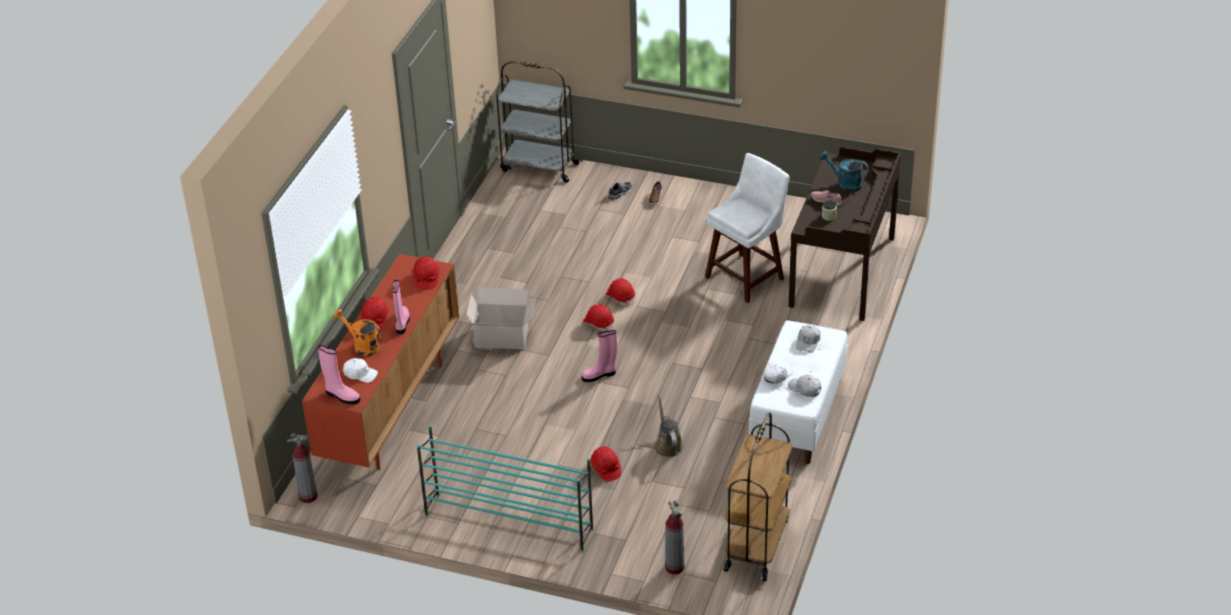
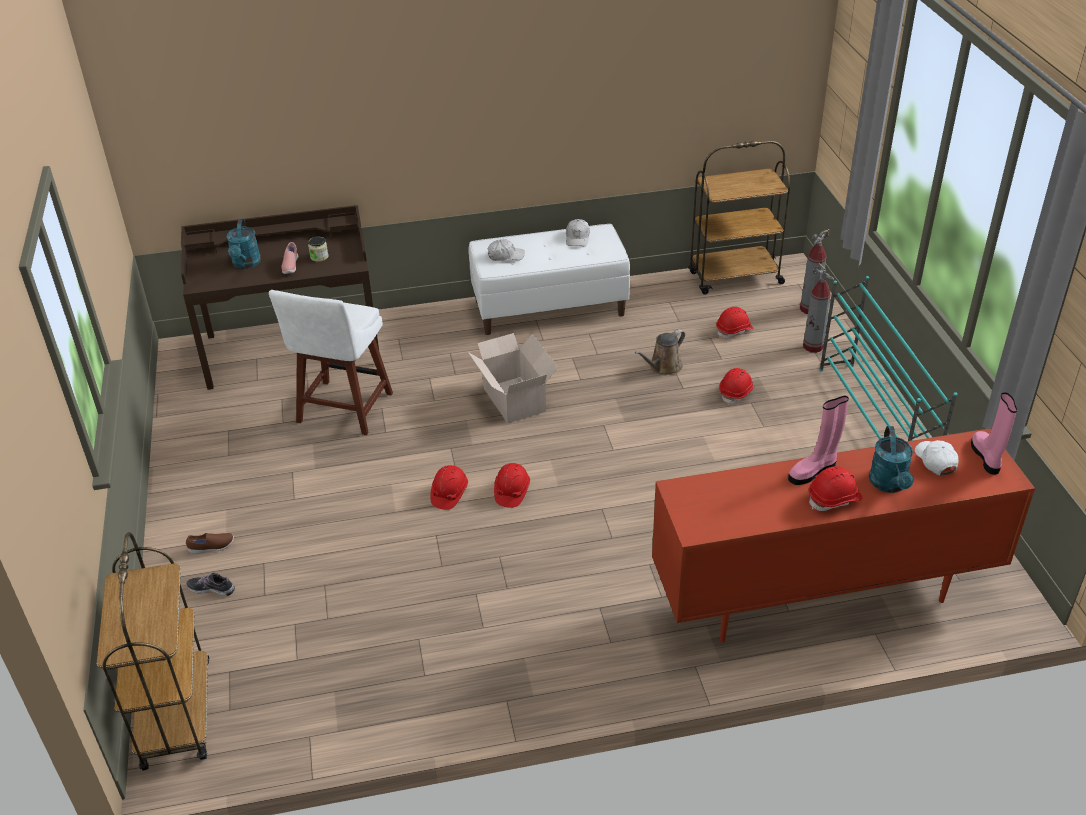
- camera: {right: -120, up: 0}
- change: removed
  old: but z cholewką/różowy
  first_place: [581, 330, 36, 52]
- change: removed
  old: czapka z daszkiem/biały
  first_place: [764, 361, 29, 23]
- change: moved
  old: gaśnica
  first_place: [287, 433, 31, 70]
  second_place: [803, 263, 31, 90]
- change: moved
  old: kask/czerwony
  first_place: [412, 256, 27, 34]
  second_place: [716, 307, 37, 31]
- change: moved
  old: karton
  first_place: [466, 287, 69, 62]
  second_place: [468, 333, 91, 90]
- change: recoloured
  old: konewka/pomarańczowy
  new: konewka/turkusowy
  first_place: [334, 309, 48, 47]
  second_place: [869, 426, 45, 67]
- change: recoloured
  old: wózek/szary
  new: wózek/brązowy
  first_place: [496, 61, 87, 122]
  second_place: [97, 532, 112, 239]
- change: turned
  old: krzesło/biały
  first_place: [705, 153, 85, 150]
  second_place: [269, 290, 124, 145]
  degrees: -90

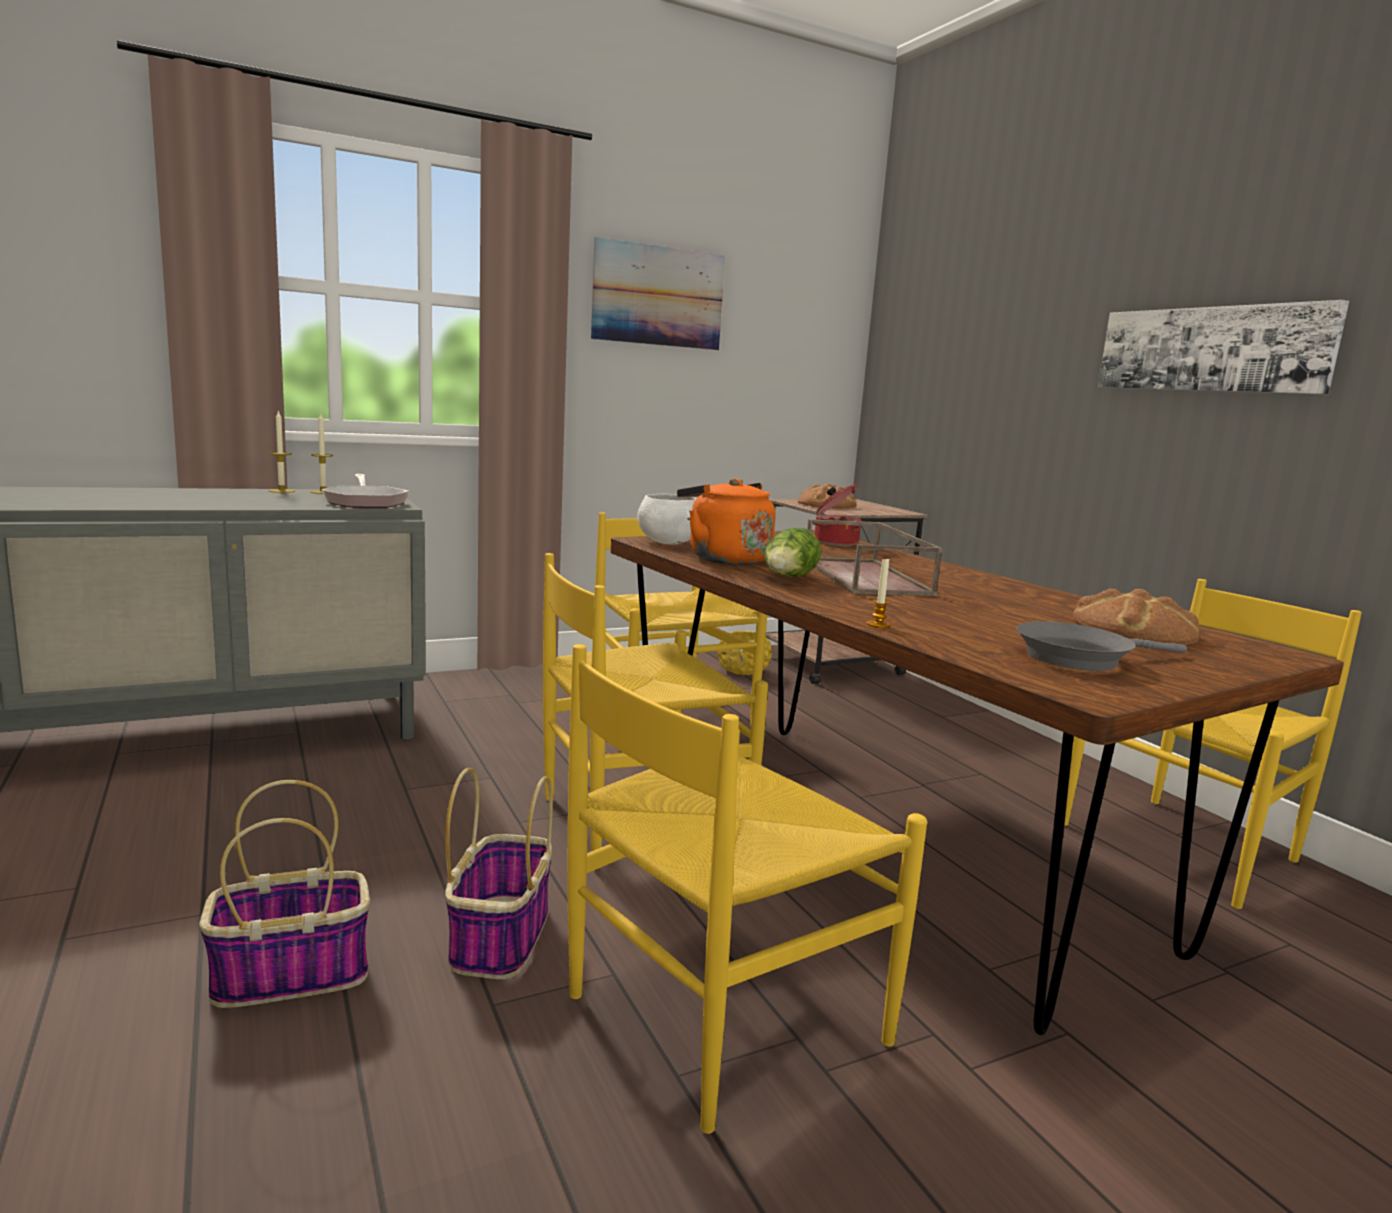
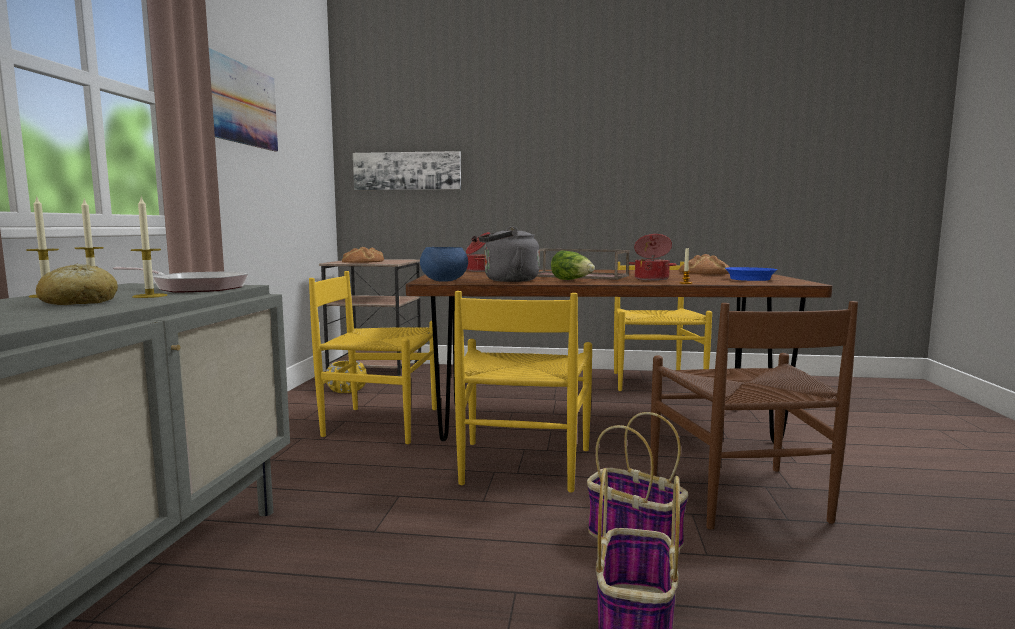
- camera: {right: -55, up: -5}
- change: added
  new: chleb
  second_place: [36, 264, 82, 41]
- change: added
  new: świeca
  second_place: [131, 197, 36, 101]
- change: added
  new: garnek
  second_place: [629, 234, 48, 46]
- change: moved
  old: obraz
  first_place: [1098, 300, 251, 95]
  second_place: [353, 151, 108, 39]
- change: recoloured
  old: krzesło/żółty
  new: krzesło/brązowy
  first_place: [568, 644, 359, 490]
  second_place: [650, 301, 208, 229]
- change: recoloured
  old: miska/biały
  new: miska/niebieski
  first_place: [637, 494, 59, 51]
  second_place: [420, 247, 48, 35]
- change: recoloured
  old: czajnik/pomarańczowy
  new: czajnik/szary
  first_place: [677, 478, 99, 87]
  second_place: [479, 226, 60, 56]
- change: recoloured
  old: patelnia/szary
  new: patelnia/niebieski
  first_place: [1017, 621, 170, 50]
  second_place: [725, 267, 52, 14]

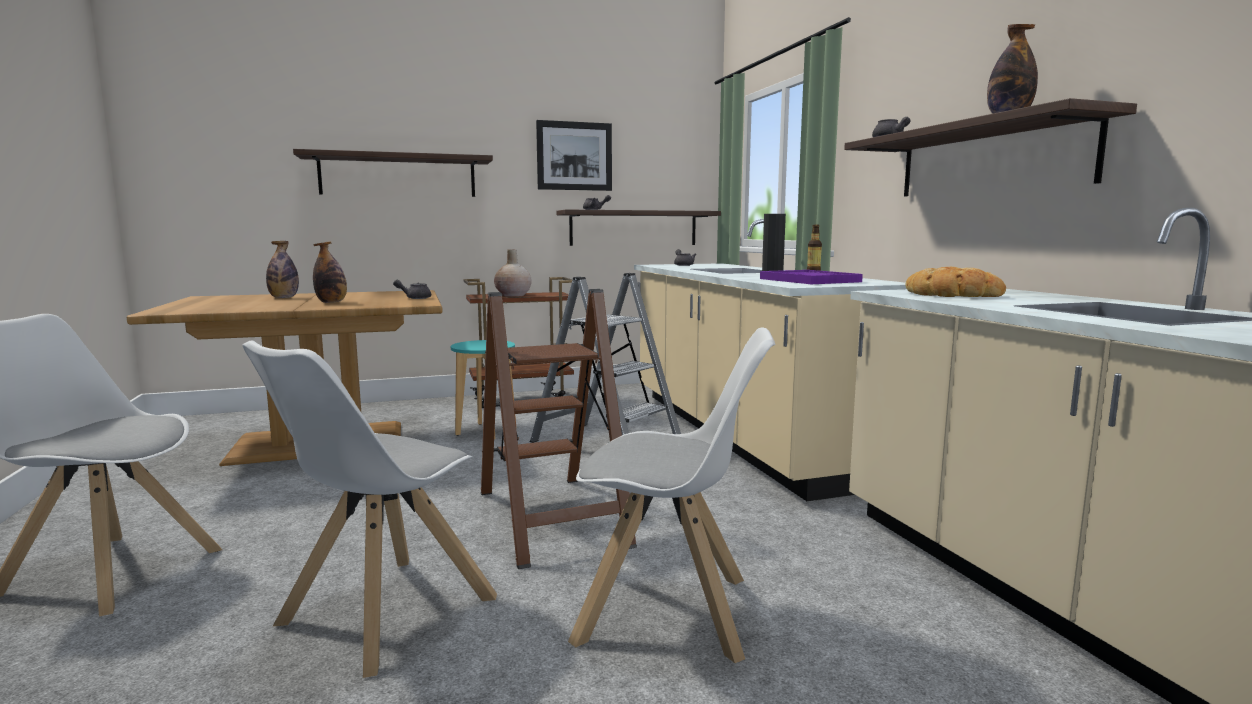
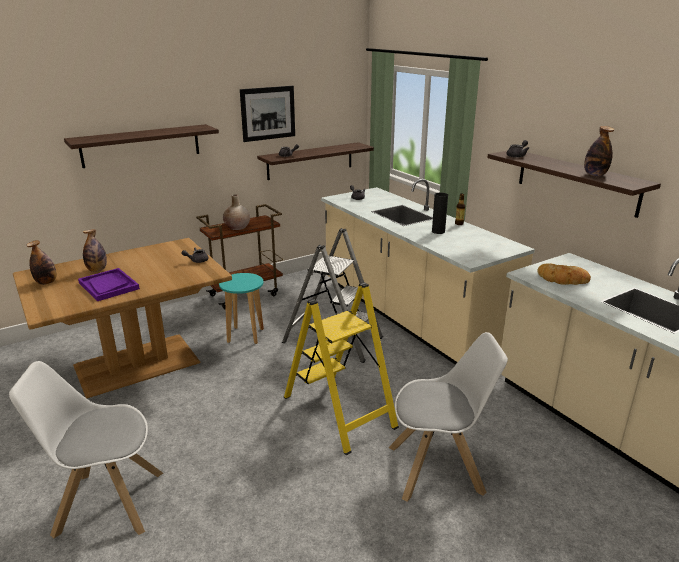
- camera: {right: -15, up: 15}
- change: removed
  old: krzesło
  first_place: [242, 340, 255, 338]
- change: moved
  old: butelka
  first_place: [313, 241, 34, 62]
  second_place: [27, 240, 30, 45]
- change: moved
  old: taca/fioletowy
  first_place: [760, 270, 103, 14]
  second_place: [78, 268, 62, 33]
- change: recoloured
  old: drabinka/brązowy
  new: drabinka/żółty
  first_place: [481, 289, 156, 280]
  second_place: [284, 282, 115, 173]

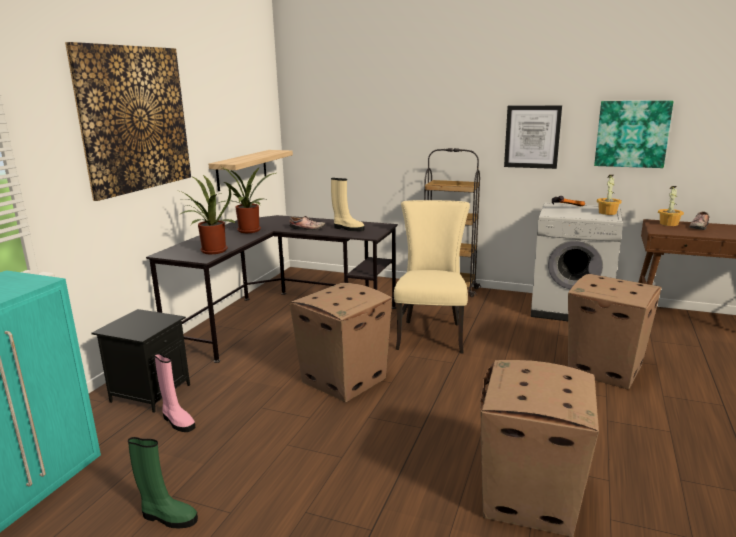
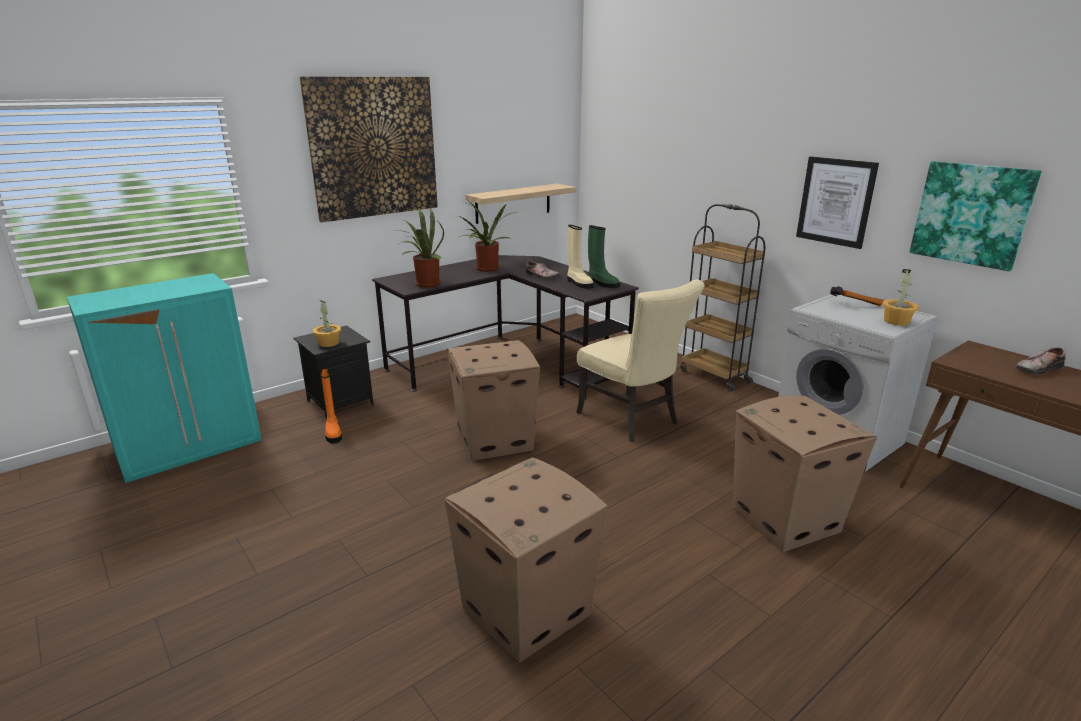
- camera: {right: 30, up: 5}
- change: moved
  old: but z cholewką/zielony
  first_place: [128, 437, 70, 91]
  second_place: [588, 225, 32, 63]
- change: moved
  old: roślina doniczkowa
  first_place: [658, 186, 26, 40]
  second_place: [313, 300, 28, 47]
- change: recoloured
  old: but z cholewką/różowy
  new: but z cholewką/pomarańczowy
  first_place: [154, 353, 41, 79]
  second_place: [321, 368, 21, 75]
- change: turned
  old: krzesło/beżowy
  first_place: [394, 200, 76, 153]
  second_place: [576, 279, 129, 163]
  degrees: 105

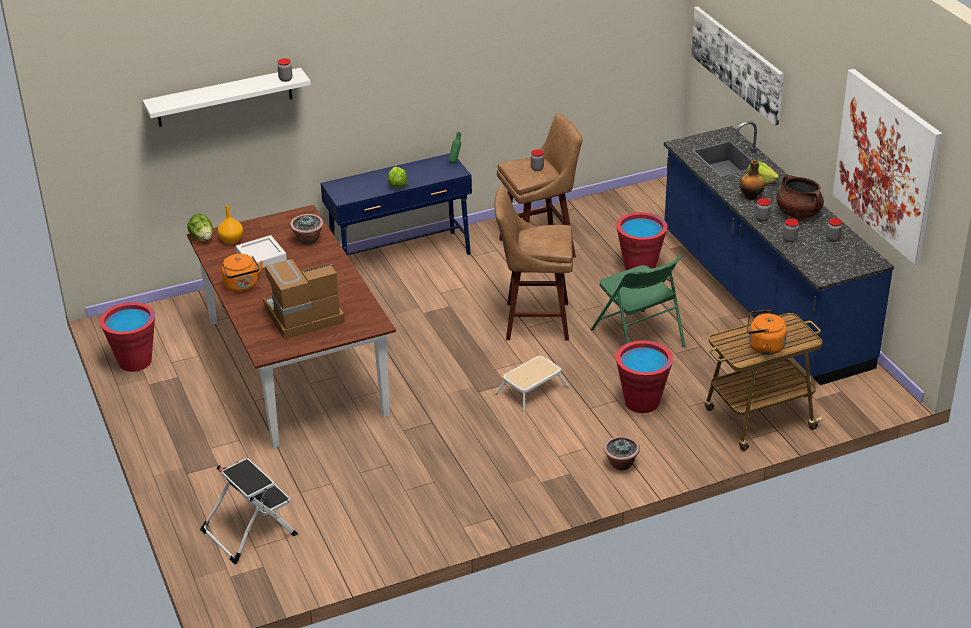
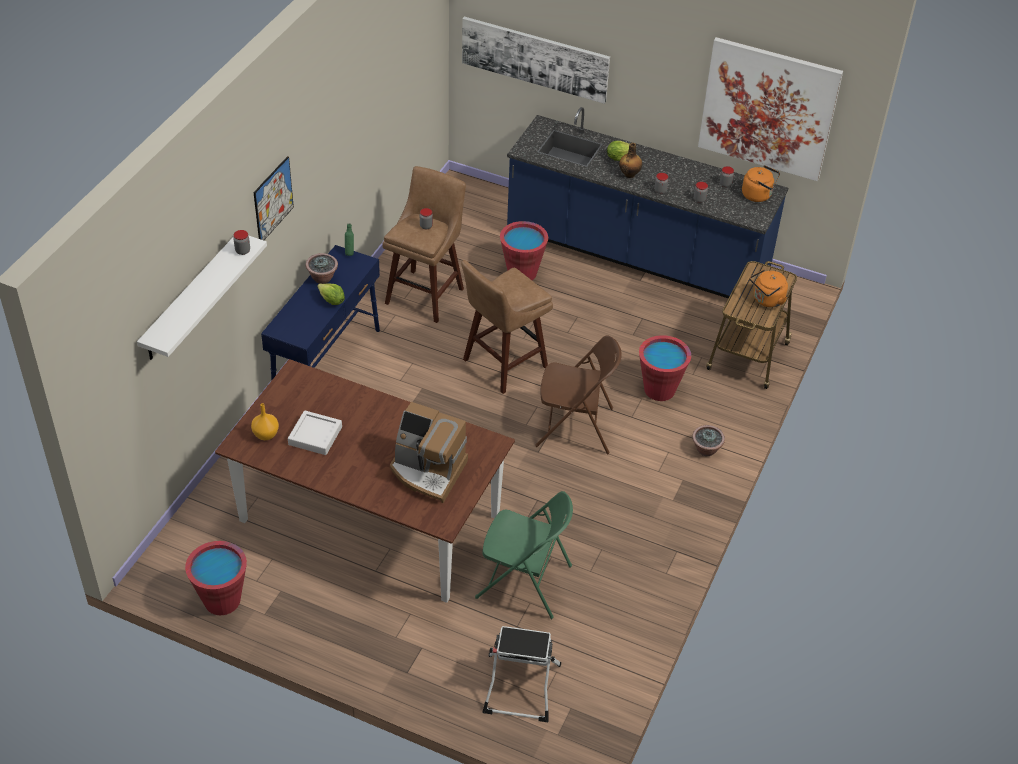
- camera: {right: -45, up: 10}
- change: removed
  old: sałata
  first_place: [187, 214, 26, 27]
- change: removed
  old: garnek/brązowy
  first_place: [777, 175, 47, 43]
- change: added
  new: obraz
  second_place: [253, 156, 41, 84]
- change: moved
  old: czajnik/pomarańczowy
  first_place: [221, 254, 42, 39]
  second_place: [742, 165, 38, 37]
- change: moved
  old: roślina doniczkowa
  first_place: [290, 214, 33, 31]
  second_place: [306, 253, 32, 31]
- change: moved
  old: krzesło/zielony
  first_place: [590, 254, 96, 93]
  second_place: [475, 491, 98, 129]
- change: replaced
  old: drabinka/beżowy
  new: krzesło/brązowy
  first_place: [494, 356, 76, 58]
  second_place: [535, 335, 87, 119]
- change: turned
  old: ekspres do kawy
  first_place: [263, 259, 82, 80]
  second_place: [390, 402, 78, 101]
  degrees: -90

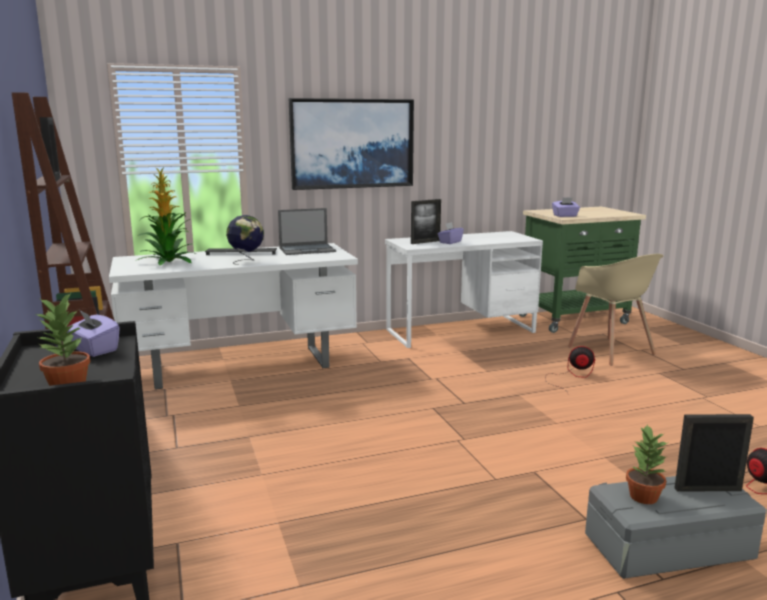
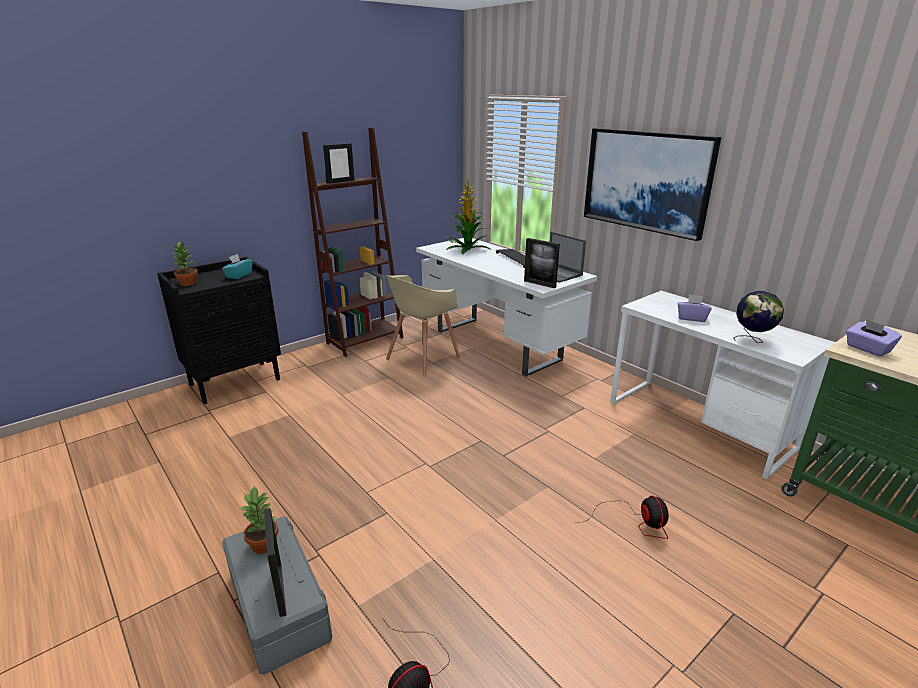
- camera: {right: 70, up: 10}
- change: moved
  old: globus
  first_place: [226, 215, 38, 50]
  second_place: [733, 291, 51, 52]
- change: moved
  old: ramka na zdjęcie
  first_place: [411, 199, 30, 45]
  second_place: [524, 238, 36, 50]
- change: moved
  old: krzesło/beżowy
  first_place: [568, 254, 96, 112]
  second_place: [384, 275, 76, 102]
- change: recoloured
  old: pudełko chusteczek/fioletowy
  new: pudełko chusteczek/turkusowy
  first_place: [66, 311, 54, 46]
  second_place: [222, 254, 30, 25]

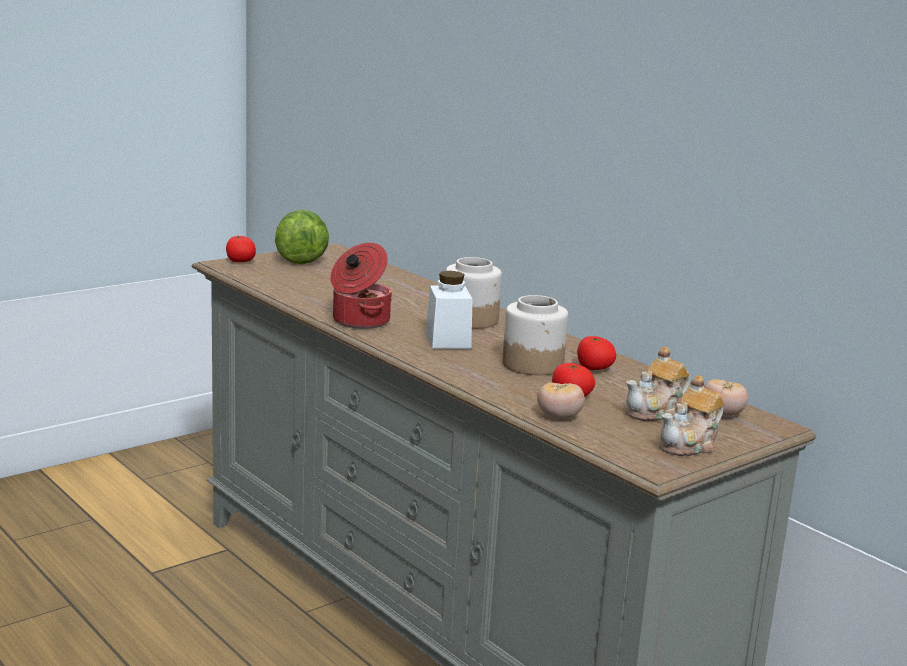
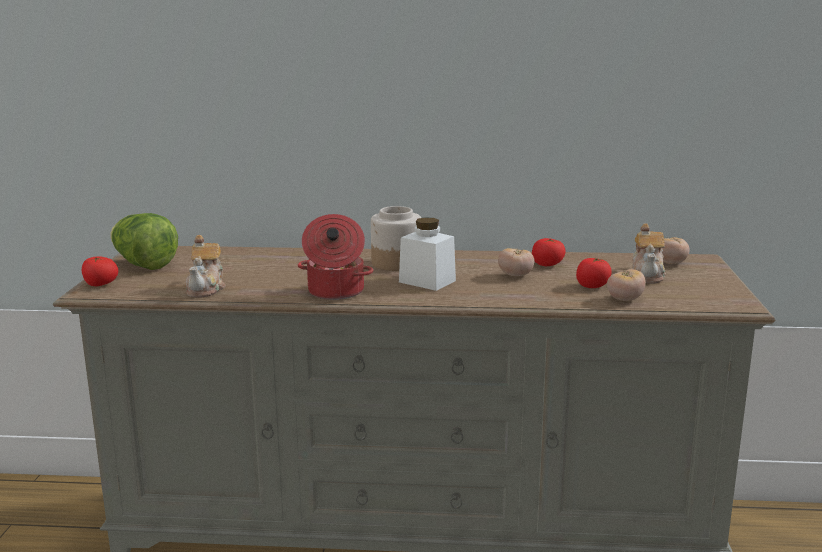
- camera: {right: -45, up: 0}
- change: moved
  old: imbryk
  first_place: [659, 375, 66, 81]
  second_place: [185, 235, 41, 62]
- change: replaced
  old: słoik
  new: pomidor
  first_place: [502, 295, 66, 80]
  second_place: [498, 248, 37, 28]

